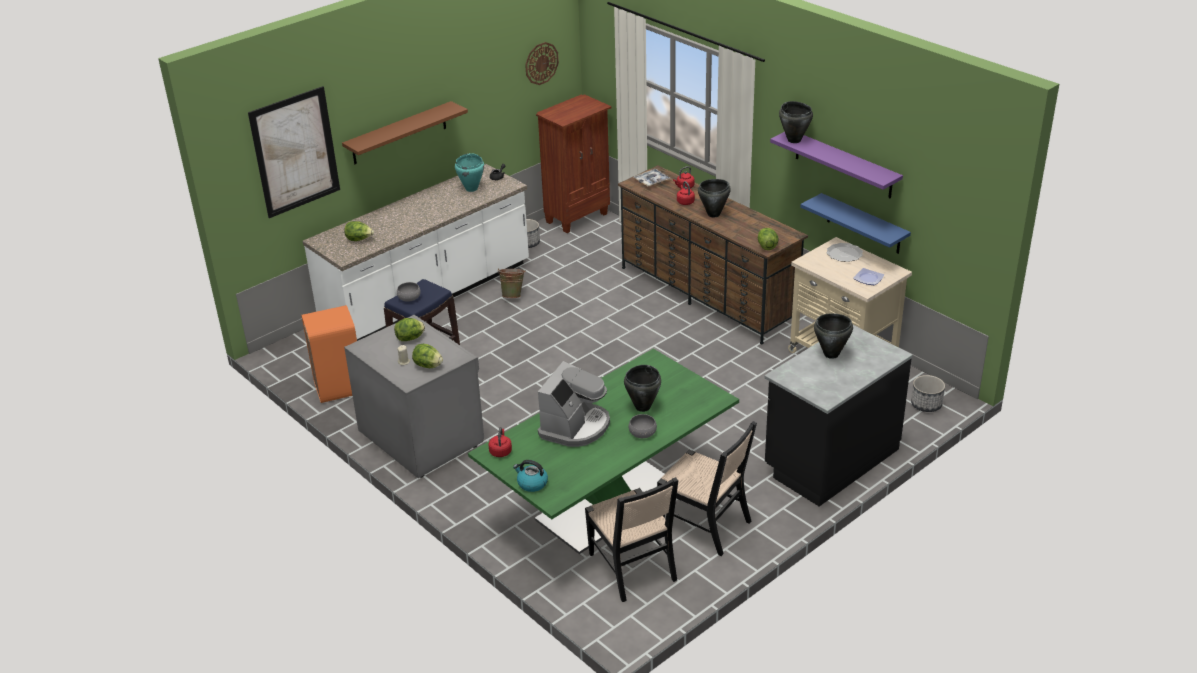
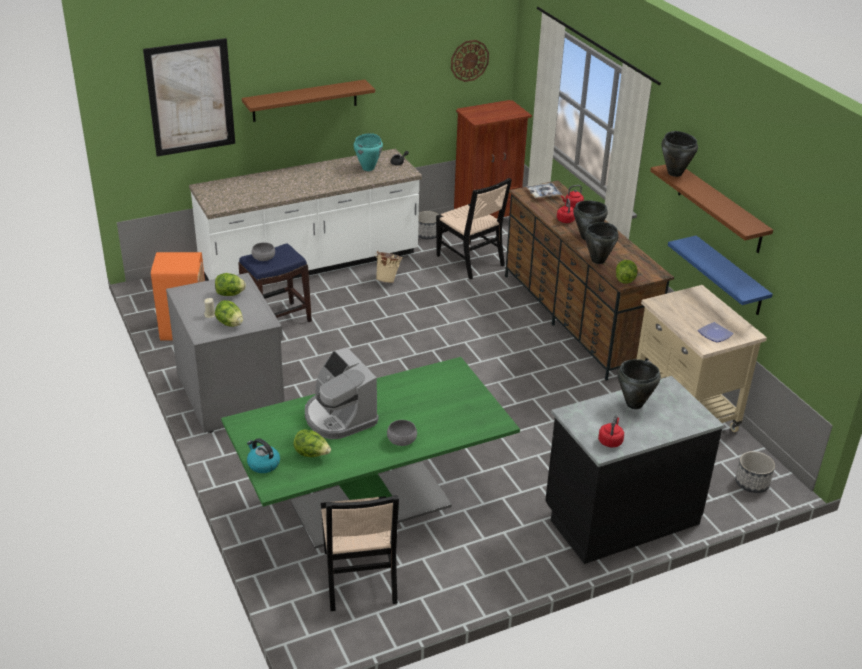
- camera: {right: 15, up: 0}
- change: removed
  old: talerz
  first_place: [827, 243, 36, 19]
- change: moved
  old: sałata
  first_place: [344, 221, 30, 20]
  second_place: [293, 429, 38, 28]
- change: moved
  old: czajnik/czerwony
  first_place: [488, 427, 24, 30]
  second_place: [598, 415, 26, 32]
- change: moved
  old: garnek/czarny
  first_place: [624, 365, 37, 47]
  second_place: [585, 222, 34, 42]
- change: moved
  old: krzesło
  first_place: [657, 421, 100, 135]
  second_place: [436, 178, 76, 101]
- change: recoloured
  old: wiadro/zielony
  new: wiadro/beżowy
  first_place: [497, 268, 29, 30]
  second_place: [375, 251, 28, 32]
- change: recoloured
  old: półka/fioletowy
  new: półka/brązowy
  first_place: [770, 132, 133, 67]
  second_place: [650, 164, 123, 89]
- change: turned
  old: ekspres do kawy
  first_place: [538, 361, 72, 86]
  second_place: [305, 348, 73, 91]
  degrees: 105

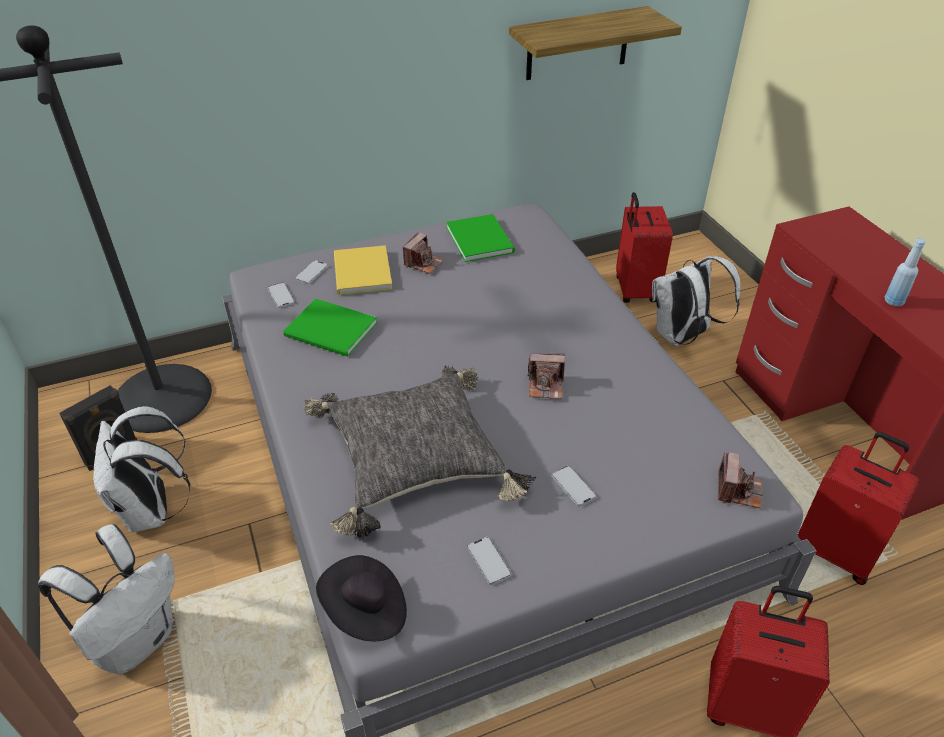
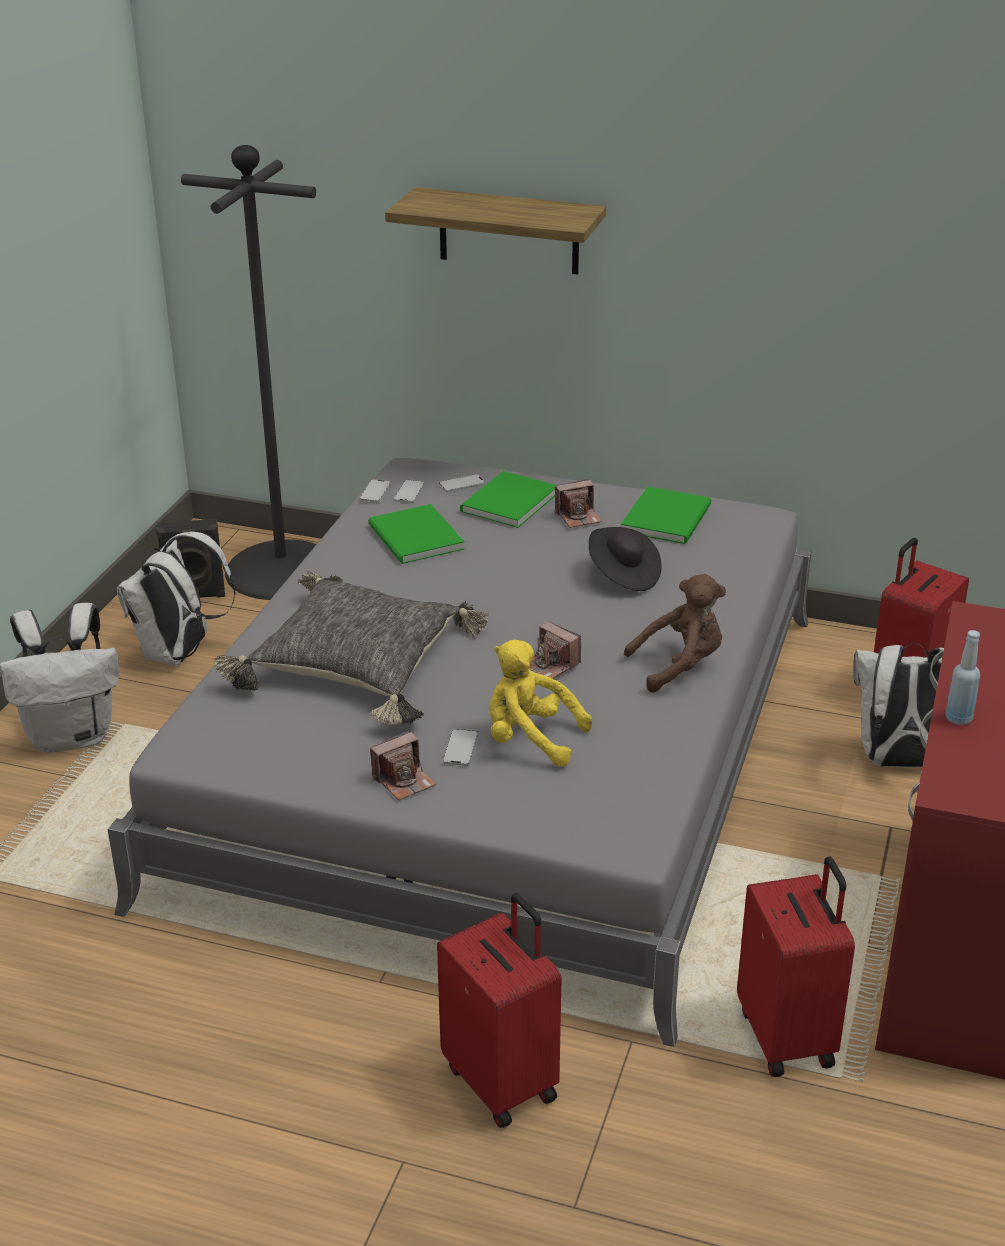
- camera: {right: 40, up: -10}
- change: added
  new: pluszak/żółty
  second_place: [489, 639, 103, 127]
- change: added
  new: pluszak/brązowy
  second_place: [624, 574, 102, 118]
- change: moved
  old: kapelusz/czarny
  first_place: [316, 555, 91, 86]
  second_place: [589, 527, 73, 64]
- change: moved
  old: telefon
  first_place: [467, 537, 44, 48]
  second_place: [359, 479, 32, 24]
- change: moved
  old: półka
  first_place: [509, 6, 173, 74]
  second_place: [385, 187, 221, 88]
- change: moved
  old: aparat fotograficzny
  first_place: [718, 452, 45, 56]
  second_place: [370, 730, 66, 71]
- change: recoloured
  old: książka/żółty
  new: książka/zielony
  first_place: [334, 245, 58, 50]
  second_place: [460, 471, 97, 57]

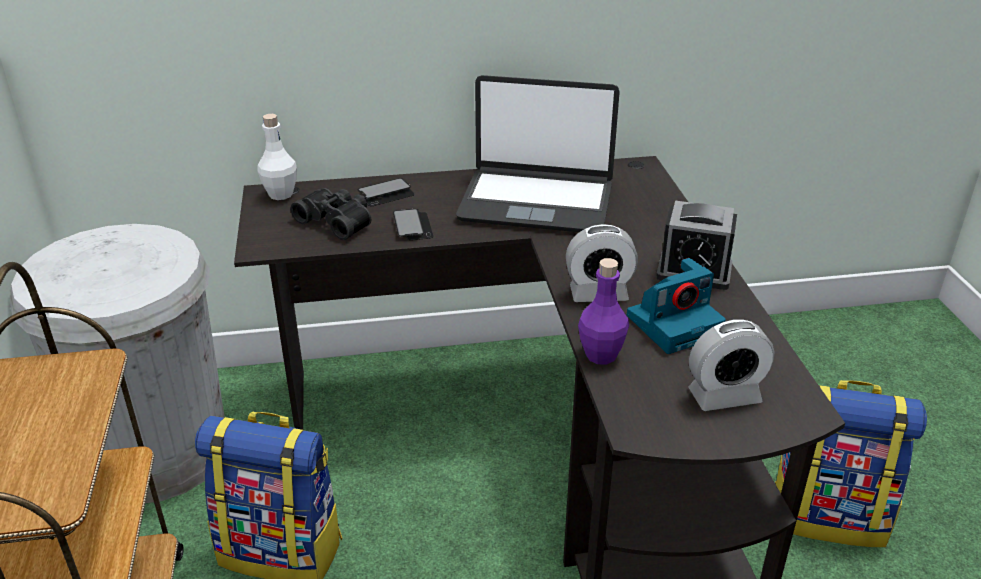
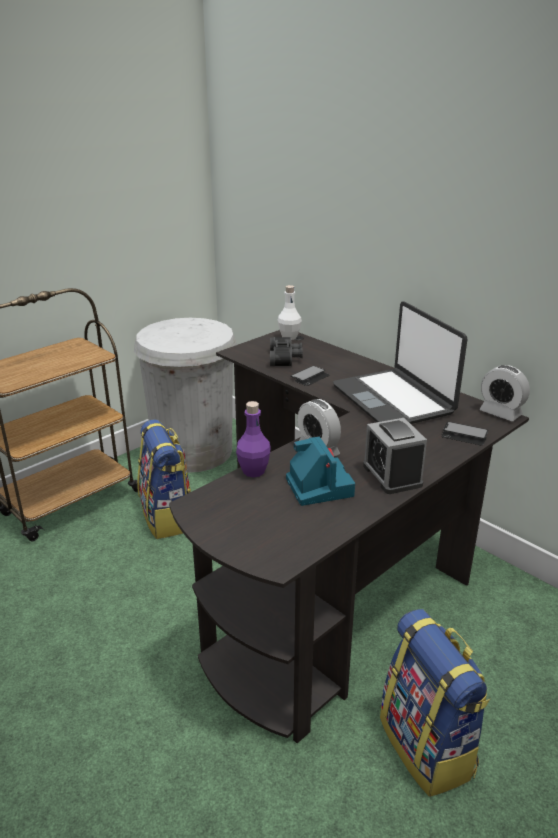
- camera: {right: 55, up: -5}
- change: moved
  old: telefon
  first_place: [357, 178, 58, 29]
  second_place: [441, 422, 47, 24]
- change: moved
  old: budzik
  first_place: [688, 319, 86, 92]
  second_place: [480, 365, 50, 56]
- change: turned
  old: aparat fotograficzny
  first_place: [627, 258, 99, 96]
  second_place: [286, 436, 69, 70]
  degrees: -135

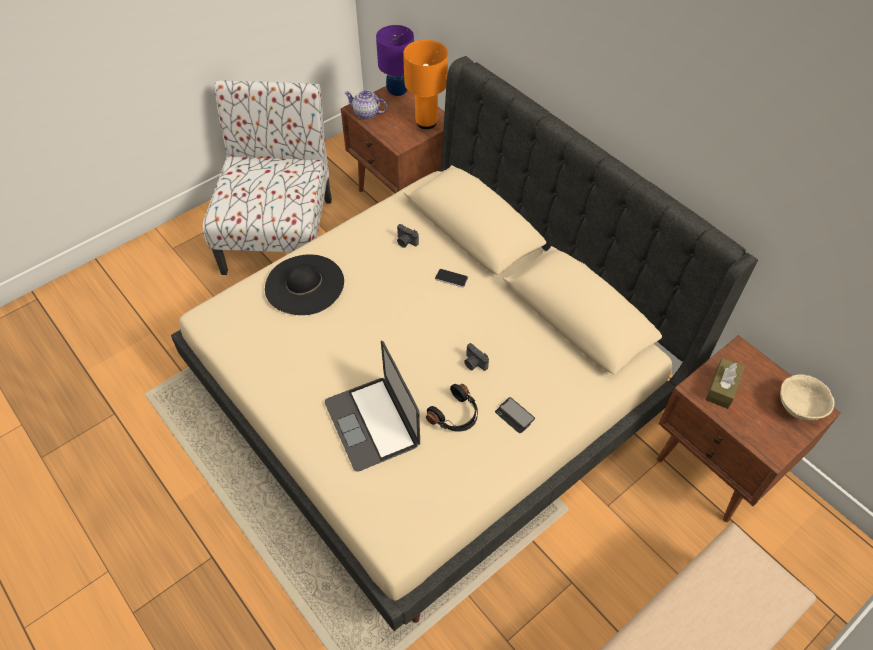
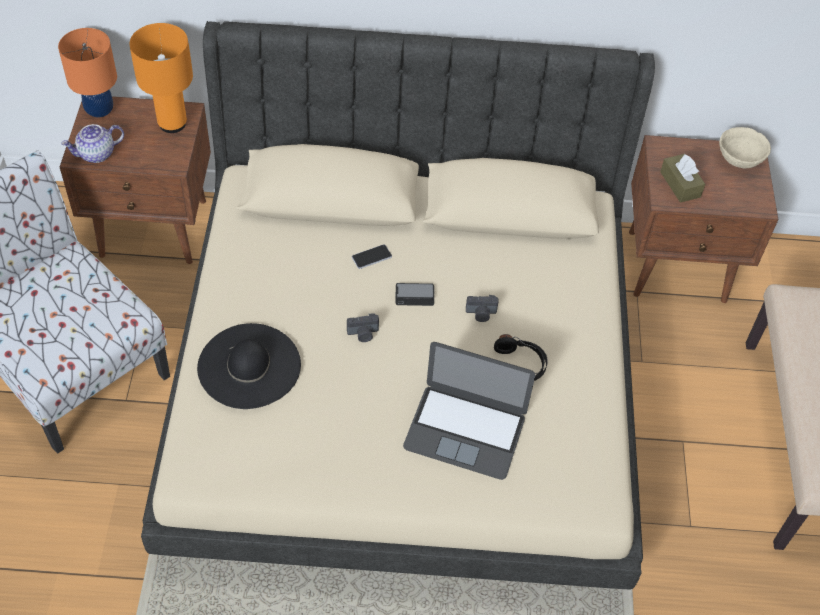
- camera: {right: -50, up: 0}
- change: moved
  old: aparat fotograficzny
  first_place: [397, 224, 22, 24]
  second_place: [347, 314, 32, 28]
- change: moved
  old: telefon
  first_place: [495, 397, 40, 36]
  second_place: [396, 283, 38, 23]
- change: recoloured
  old: lampa stołowa/fioletowy
  new: lampa stołowa/pomarańczowy
  first_place: [376, 25, 38, 71]
  second_place: [58, 28, 59, 89]

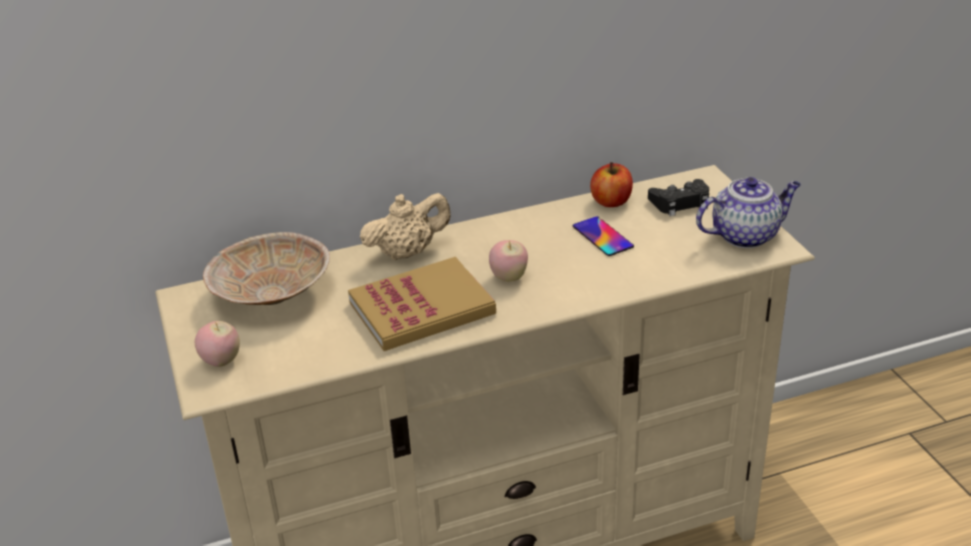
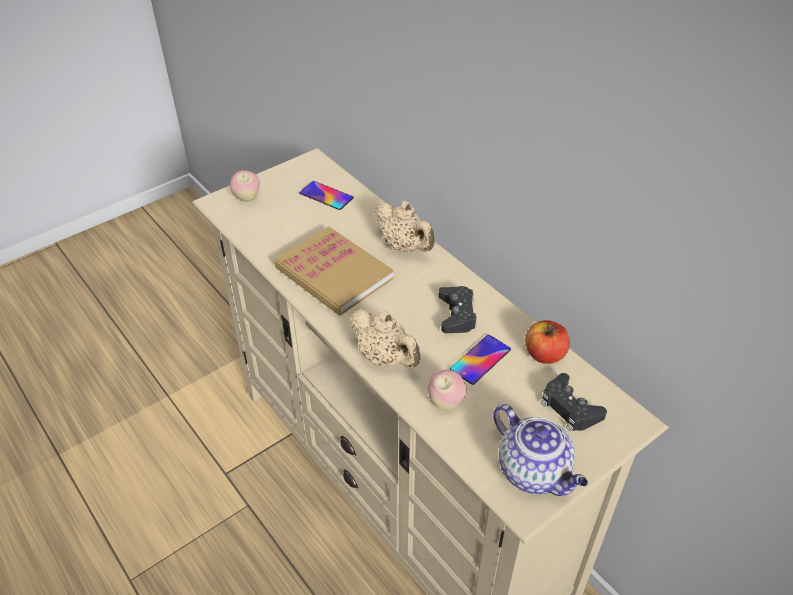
- camera: {right: 70, up: 10}
- change: added
  new: imbryk/beżowy
  second_place: [349, 309, 71, 59]
- change: added
  new: pad do gier/czarny
  second_place: [438, 286, 39, 47]
- change: moved
  old: jabłko
  first_place: [489, 240, 39, 42]
  second_place: [428, 370, 39, 40]
- change: replaced
  old: miska/beżowy
  new: telefon
  first_place: [203, 232, 127, 73]
  second_place: [300, 181, 54, 29]

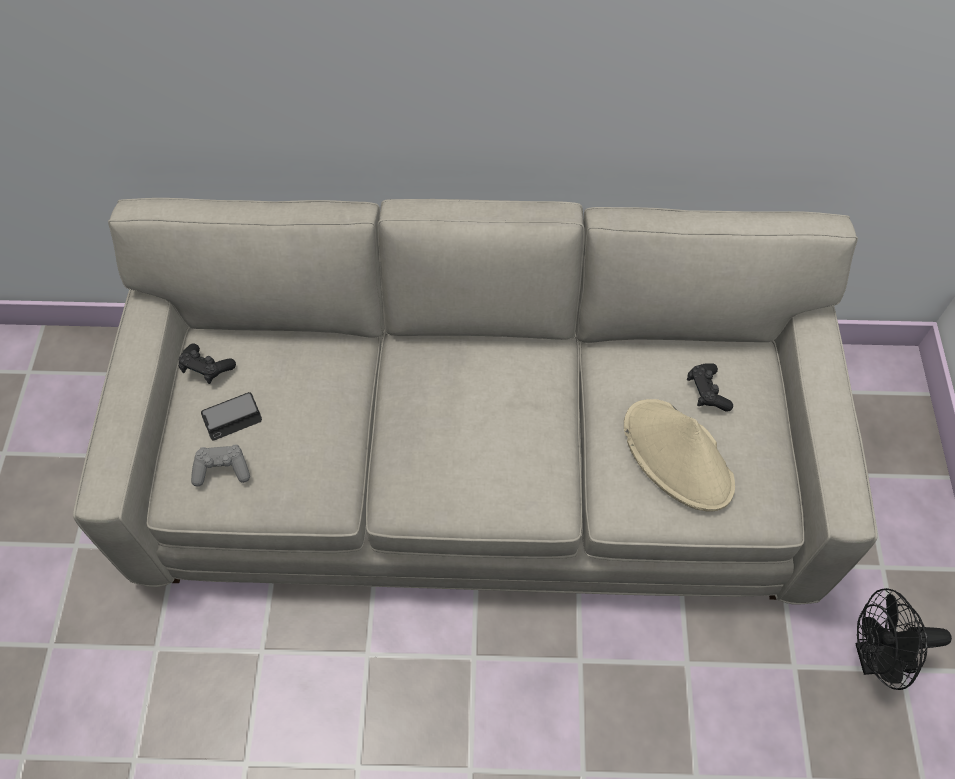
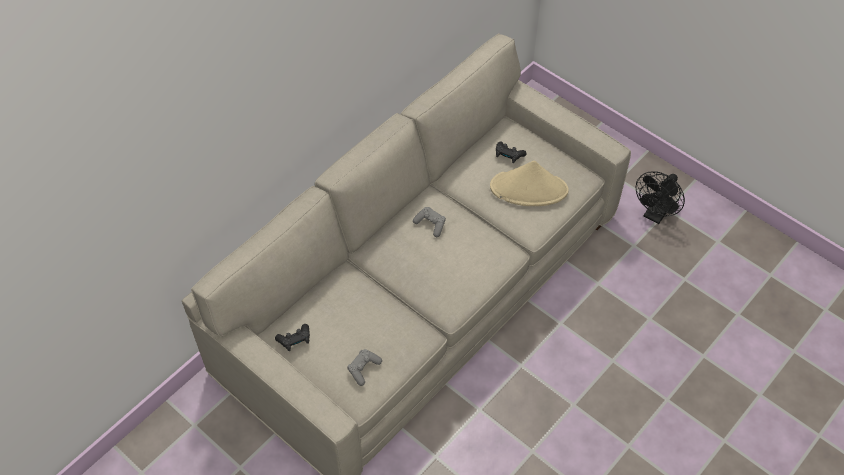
- camera: {right: -50, up: -5}
- change: removed
  old: telefon
  first_place: [201, 392, 61, 49]
- change: added
  new: pad do gier/szary
  second_place: [413, 207, 33, 30]

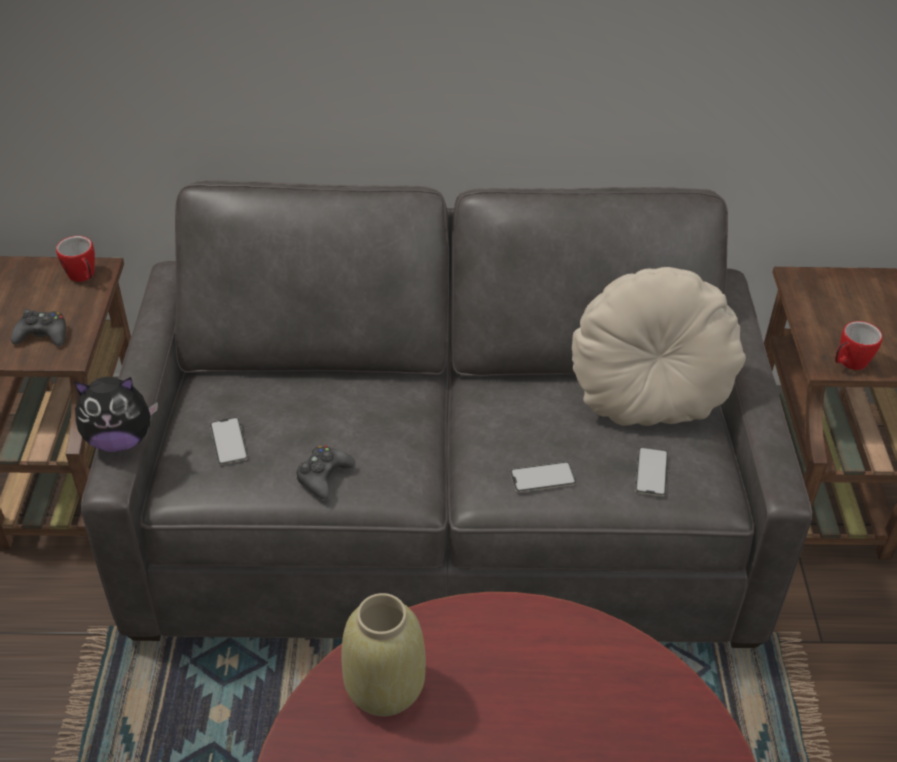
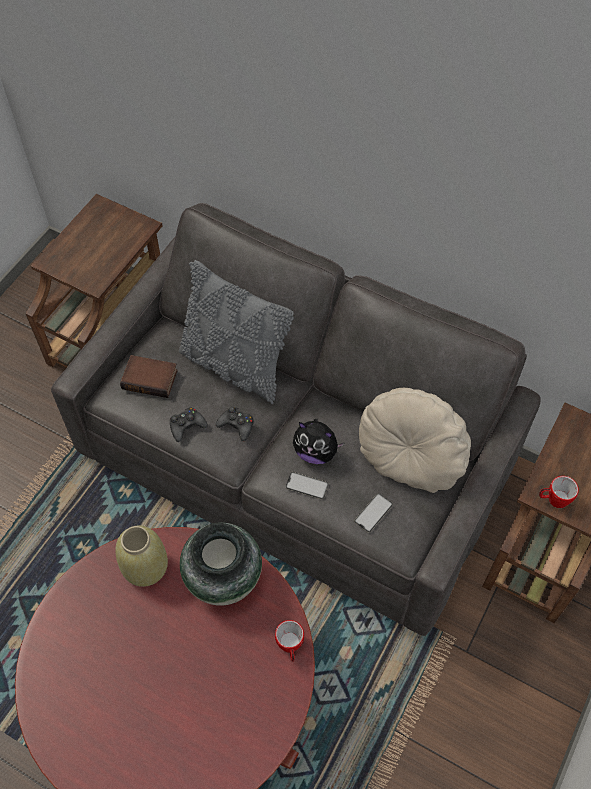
- camera: {right: 30, up: 15}
- change: added
  new: poduszka/szary
  second_place: [179, 260, 115, 144]
- change: added
  new: wazon
  second_place: [180, 522, 82, 84]
- change: moved
  old: pad do gier/czarny
  first_place: [11, 309, 55, 37]
  second_place: [216, 407, 38, 34]
- change: moved
  old: kubek
  first_place: [56, 236, 39, 46]
  second_place: [275, 620, 29, 42]
- change: moved
  old: pluszak
  first_place: [74, 377, 84, 75]
  second_place: [293, 419, 52, 45]
- change: replaced
  old: telefon
  new: książka
  first_place: [210, 417, 38, 48]
  second_place: [120, 355, 58, 43]

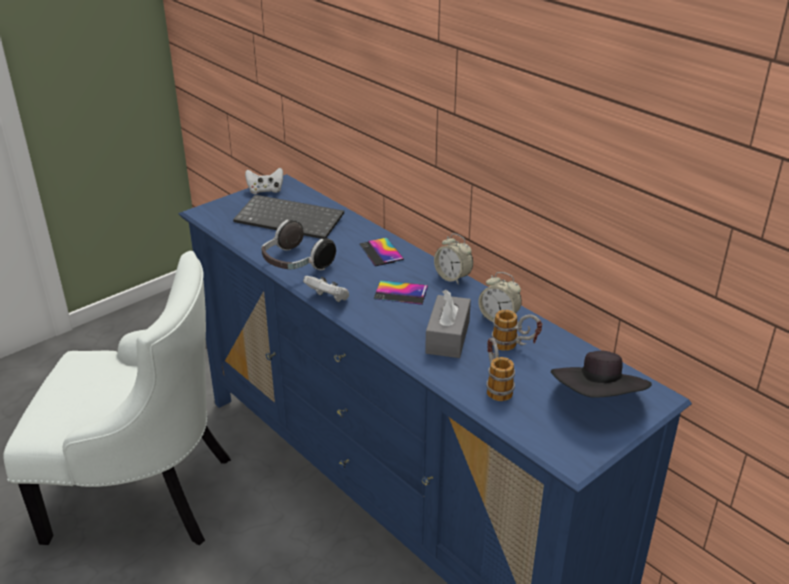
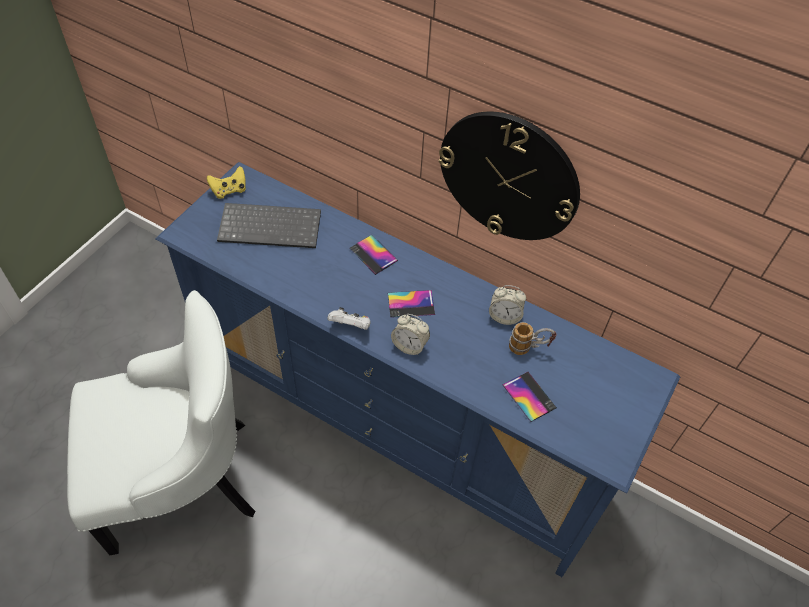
- camera: {right: -20, up: 20}
- change: removed
  old: słuchawki
  first_place: [261, 220, 75, 50]
- change: removed
  old: pudełko chusteczek/szary
  first_place: [425, 290, 46, 68]
- change: removed
  old: kapelusz/czarny
  first_place: [551, 351, 101, 47]
- change: added
  new: zegar ścienny
  second_place: [439, 112, 141, 128]
- change: moved
  old: budzik
  first_place: [434, 233, 39, 52]
  second_place: [391, 314, 39, 41]
- change: replaced
  old: kubek
  new: telefon
  first_place: [486, 338, 29, 63]
  second_place: [503, 372, 54, 50]
- change: recoloured
  old: pad do gier/biały
  new: pad do gier/żółty
  first_place: [245, 167, 38, 27]
  second_place: [207, 166, 39, 33]

